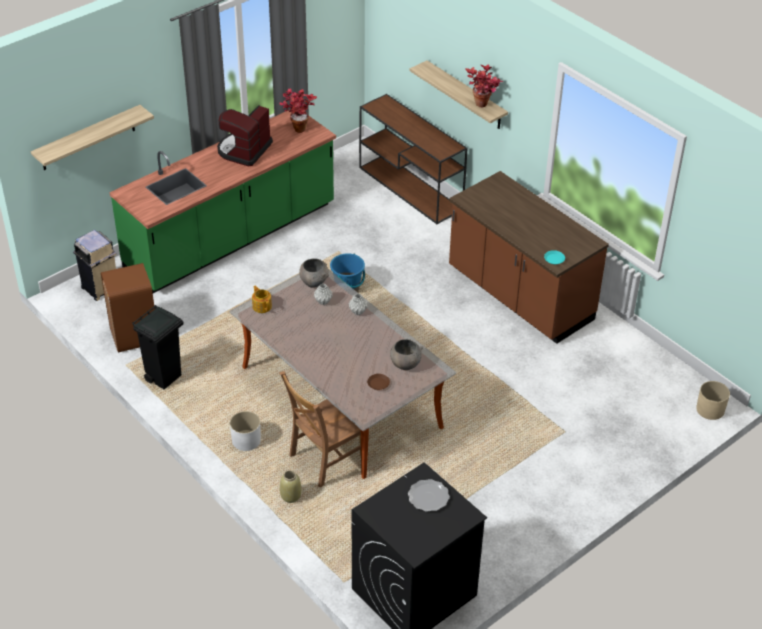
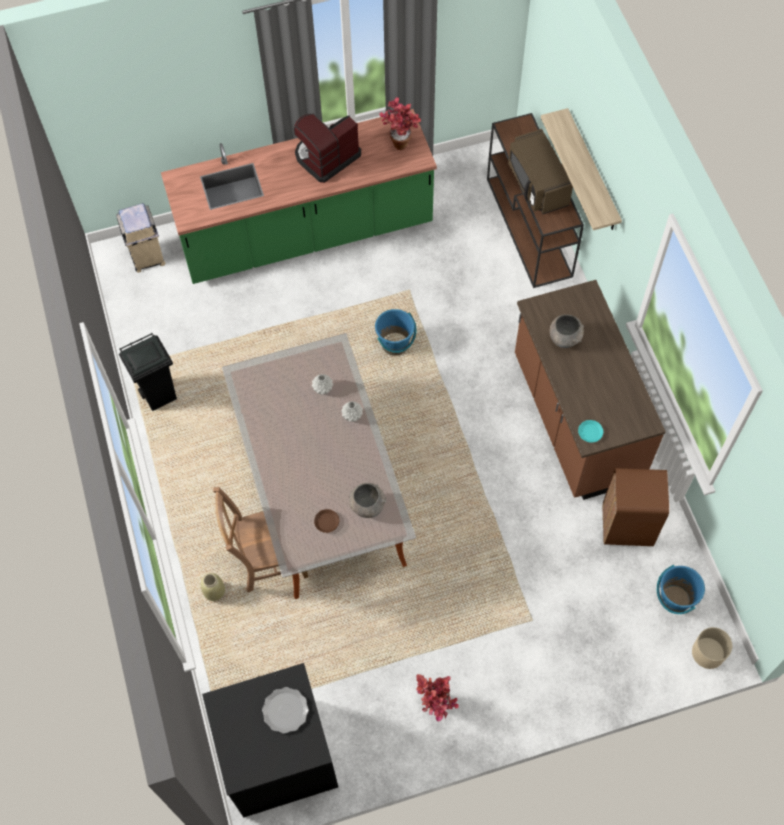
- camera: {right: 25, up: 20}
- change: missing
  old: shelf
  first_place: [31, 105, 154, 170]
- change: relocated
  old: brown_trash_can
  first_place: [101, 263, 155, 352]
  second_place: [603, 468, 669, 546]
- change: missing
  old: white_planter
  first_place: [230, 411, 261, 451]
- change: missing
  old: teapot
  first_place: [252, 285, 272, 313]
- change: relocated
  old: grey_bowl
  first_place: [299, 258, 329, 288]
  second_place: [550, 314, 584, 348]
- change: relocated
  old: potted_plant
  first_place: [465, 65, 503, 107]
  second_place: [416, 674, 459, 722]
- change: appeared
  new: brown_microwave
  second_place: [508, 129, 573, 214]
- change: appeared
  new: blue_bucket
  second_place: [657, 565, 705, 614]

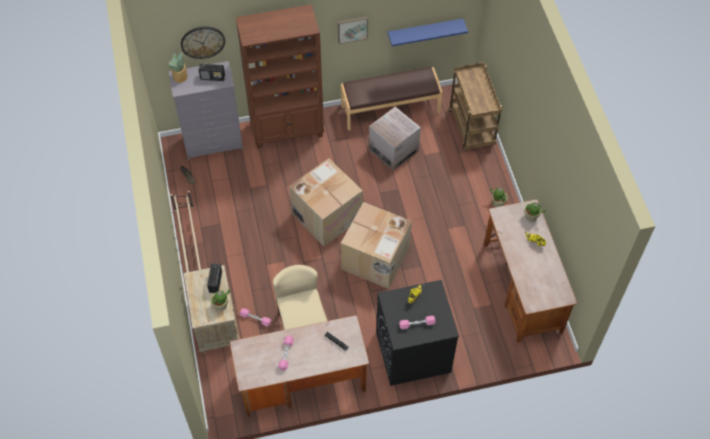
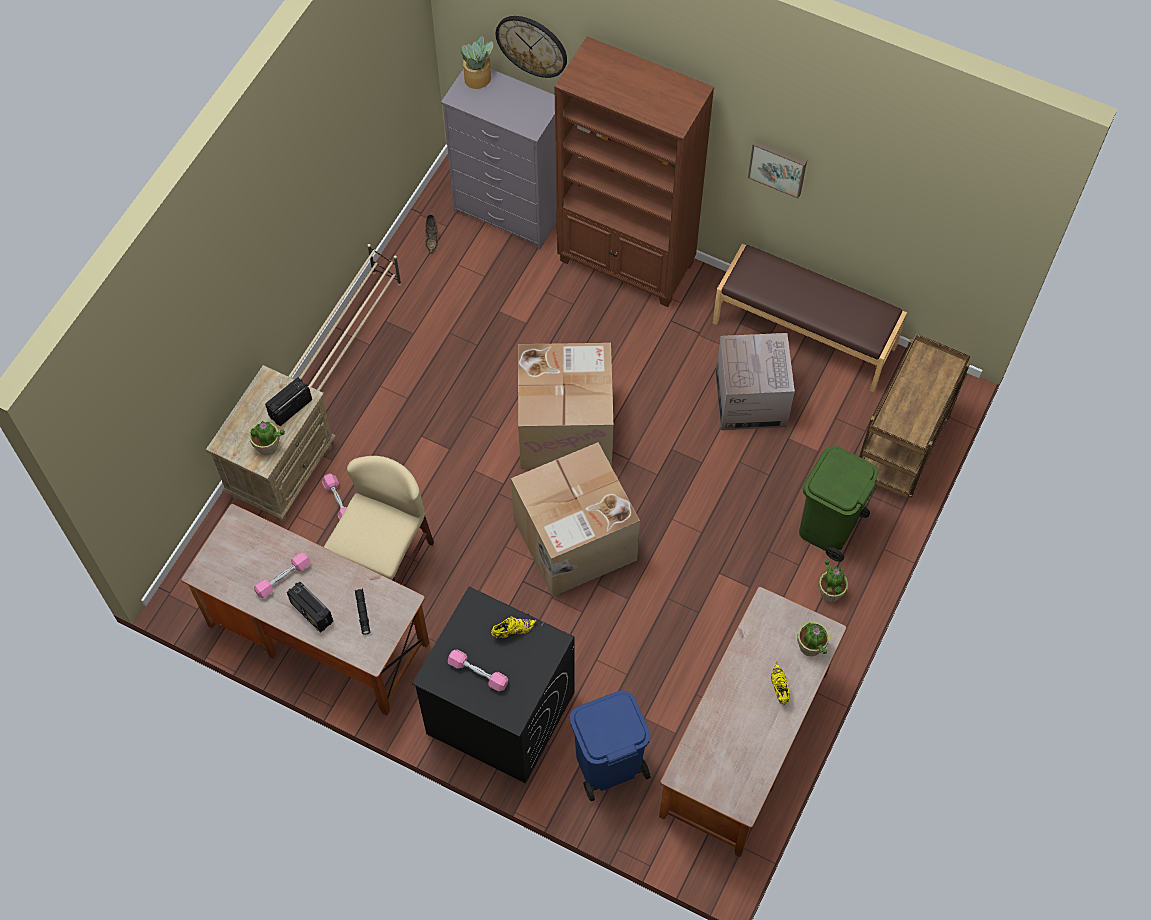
- camera: {right: 40, up: 5}
- change: relocated
  old: radio
  first_place: [199, 63, 225, 81]
  second_place: [287, 582, 333, 633]
- change: missing
  old: blue_shelf
  first_place: [388, 19, 468, 46]
- change: appeared
  new: blue_trash_can
  second_place: [570, 690, 650, 801]
- change: appeared
  new: green_trash_can
  second_place: [799, 446, 878, 562]

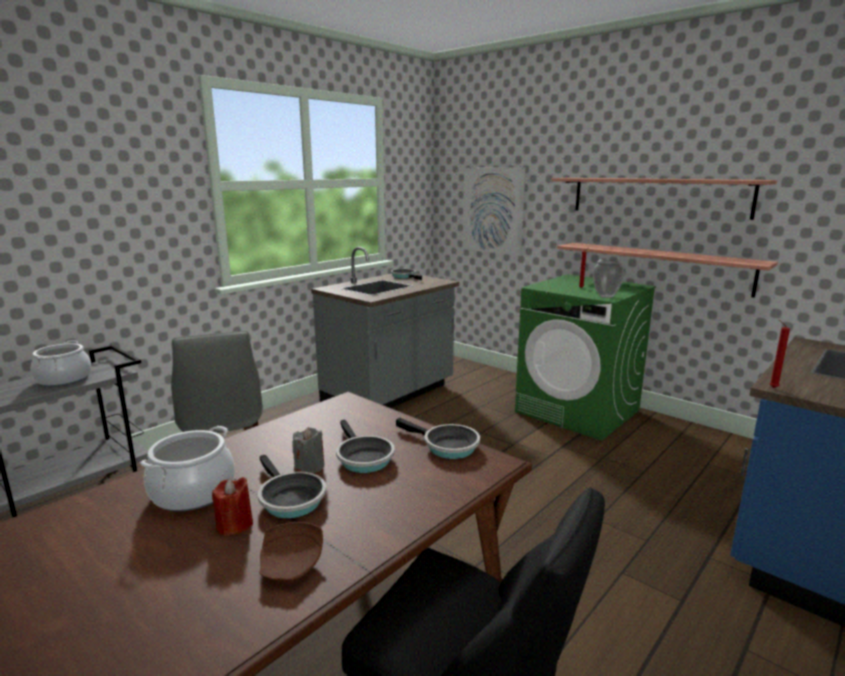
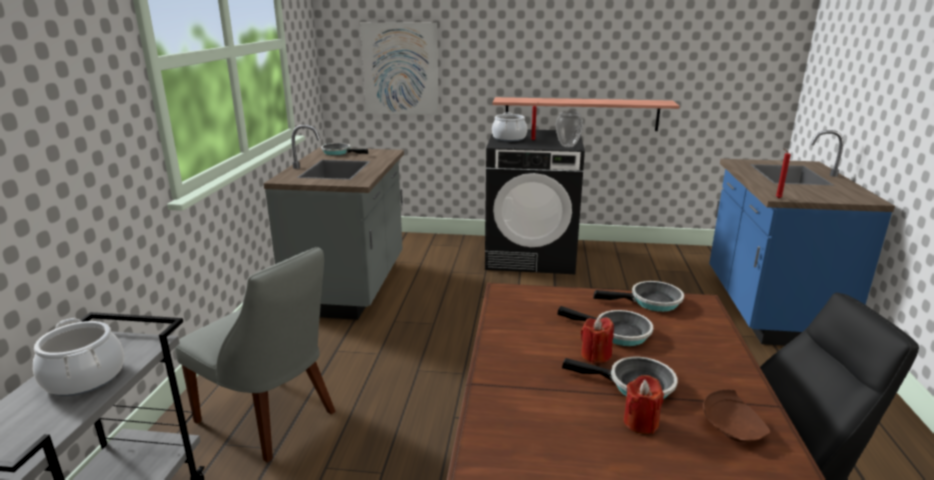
- camera: {right: -35, up: 5}
- change: relocated
  old: cooking_pot
  first_place: [140, 426, 235, 512]
  second_place: [492, 112, 527, 142]
- change: colour
  old: grey_candle
  new: red_candle
  first_place: [292, 427, 324, 473]
  second_place: [581, 317, 614, 363]
- change: colour
  old: green_washing_machine
  new: black_washing_machine
  first_place: [515, 274, 656, 441]
  second_place: [485, 129, 585, 274]
- change: missing
  old: shelf
  first_place: [552, 178, 777, 220]

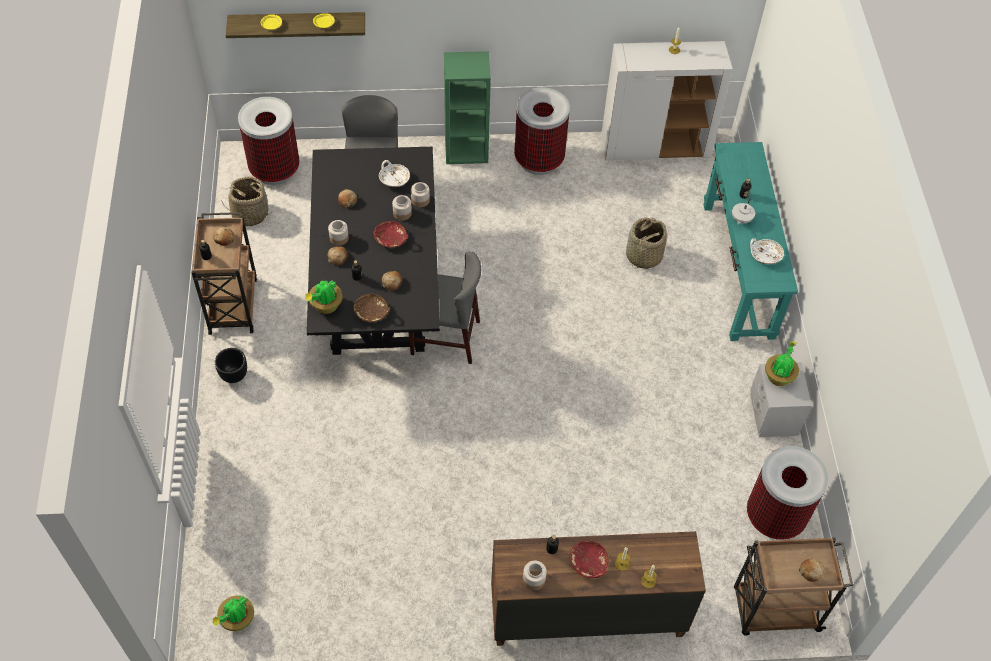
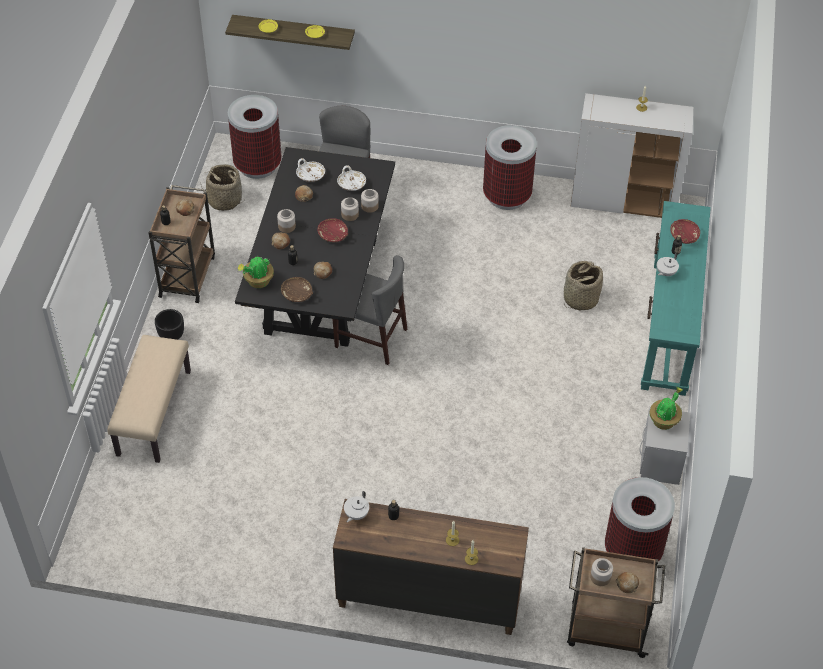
- camera: {right: 15, up: -5}
- change: missing
  old: potted_plant
  first_place: [212, 596, 254, 631]
- change: missing
  old: green_bookcase
  first_place: [444, 51, 491, 164]
- change: relocated
  old: jar
  first_place: [523, 561, 547, 590]
  second_place: [590, 558, 613, 586]
- change: relocated
  old: red_bowl
  first_place: [570, 540, 608, 578]
  second_place: [670, 219, 700, 244]
- change: relocated
  old: white_bowl
  first_place: [750, 238, 784, 264]
  second_place: [296, 158, 325, 182]
- change: appeared
  new: beige_bench
  second_place: [107, 335, 191, 463]
- change: appeared
  new: white_teapot
  second_place: [344, 491, 369, 522]

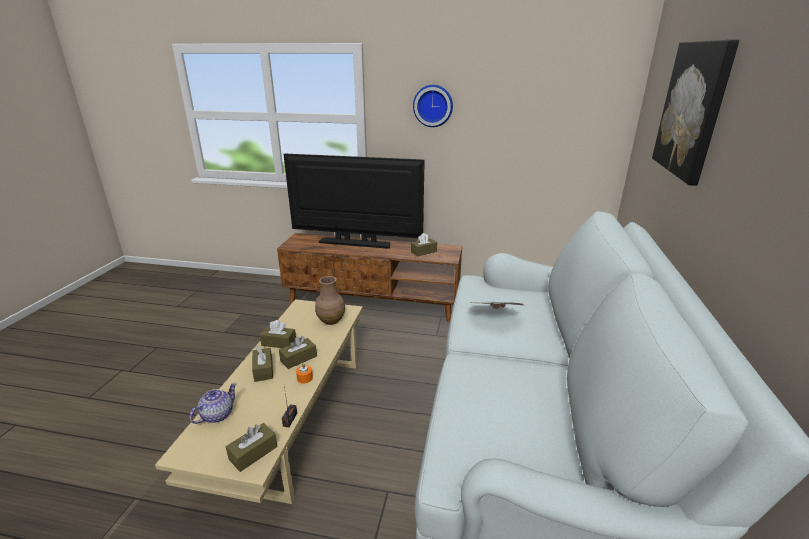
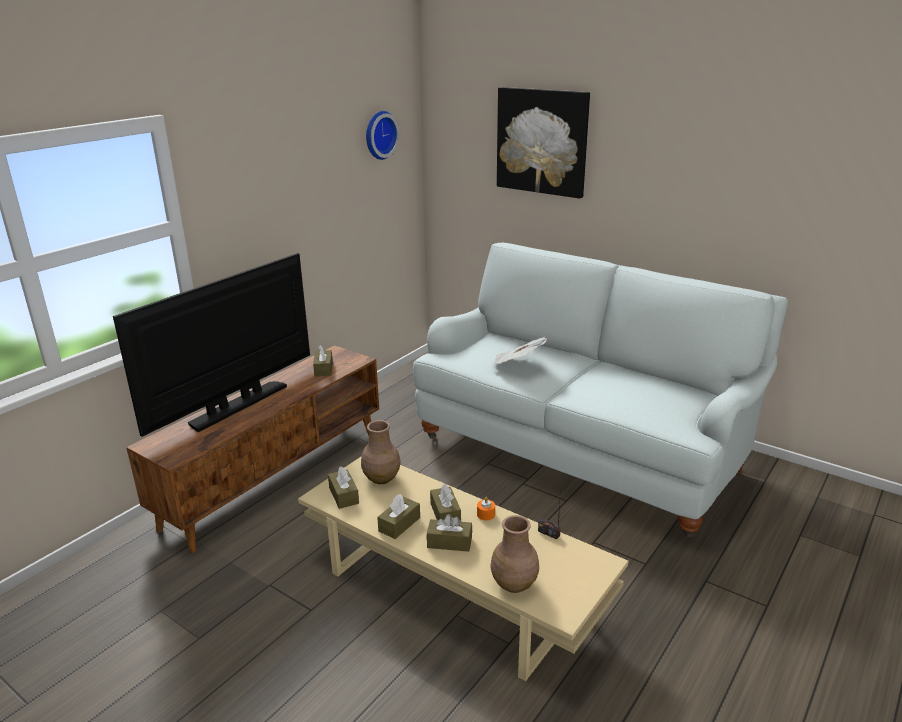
- camera: {right: -65, up: 0}
- change: exchanged
  old: teapot
  new: brown_vase
  first_place: [190, 383, 237, 424]
  second_place: [491, 515, 539, 593]
- change: relocated
  old: brown_tissue_box
  first_place: [226, 423, 278, 472]
  second_place: [328, 466, 359, 509]
- change: relocated
  old: wall_clock
  first_place: [413, 85, 453, 127]
  second_place: [366, 111, 400, 160]

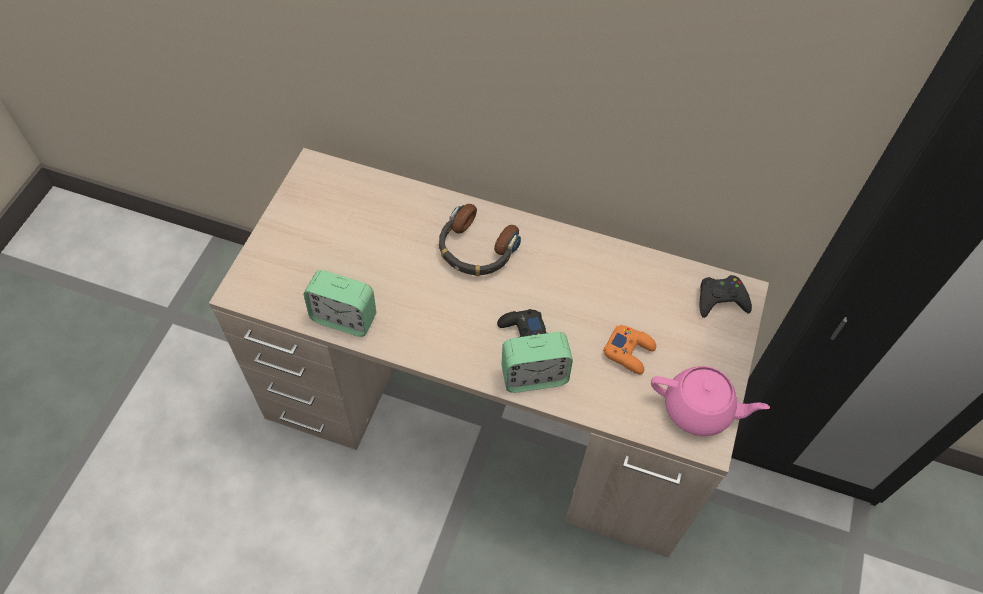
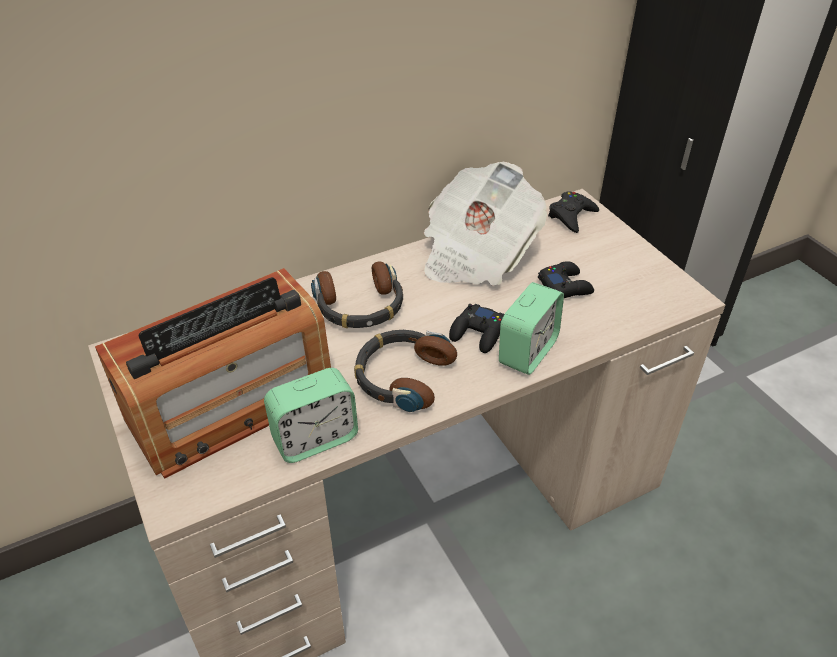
- camera: {right: -45, up: -15}
- change: colour
  old: orange_game_controller
  new: black_game_controller
  first_place: [603, 325, 656, 375]
  second_place: [538, 261, 594, 298]
- change: missing
  old: pink_teapot
  first_place: [651, 366, 770, 436]
- change: appeared
  new: radio
  second_place: [95, 268, 331, 479]
- change: appeared
  new: headphones
  second_place: [354, 330, 457, 412]
- change: appeared
  new: newspaper
  second_place: [424, 162, 547, 286]

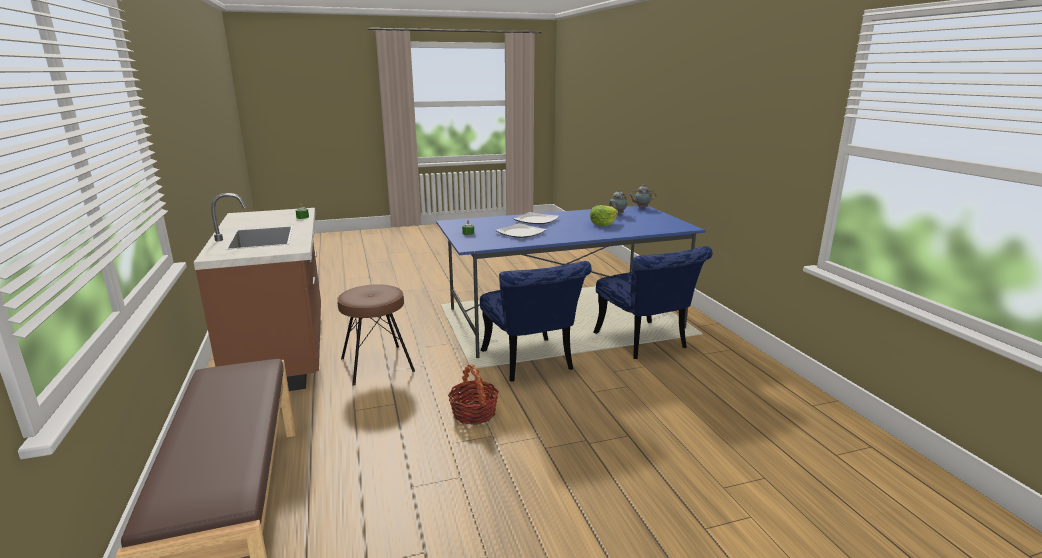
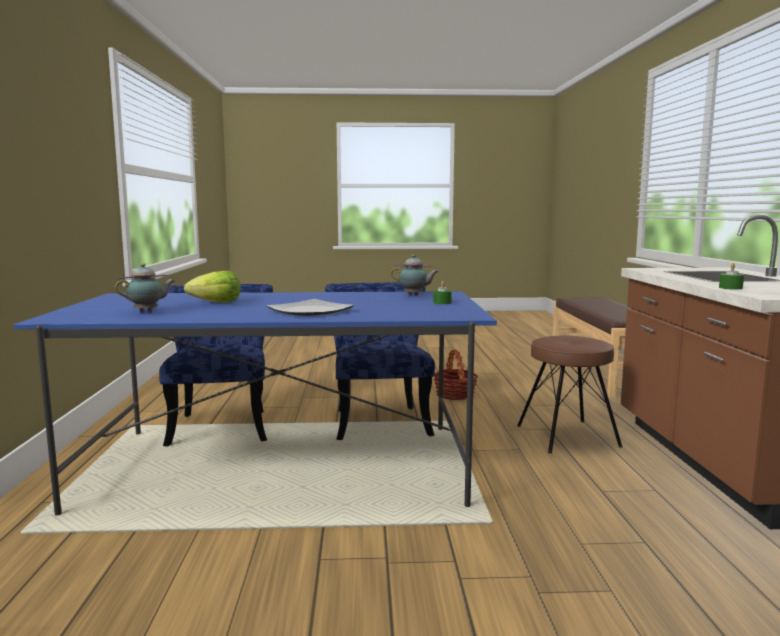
- camera: {right: -165, up: -10}
- change: missing
  old: plate
  first_place: [495, 223, 546, 238]
- change: relocated
  old: teapot
  first_place: [628, 184, 656, 209]
  second_place: [390, 255, 439, 296]

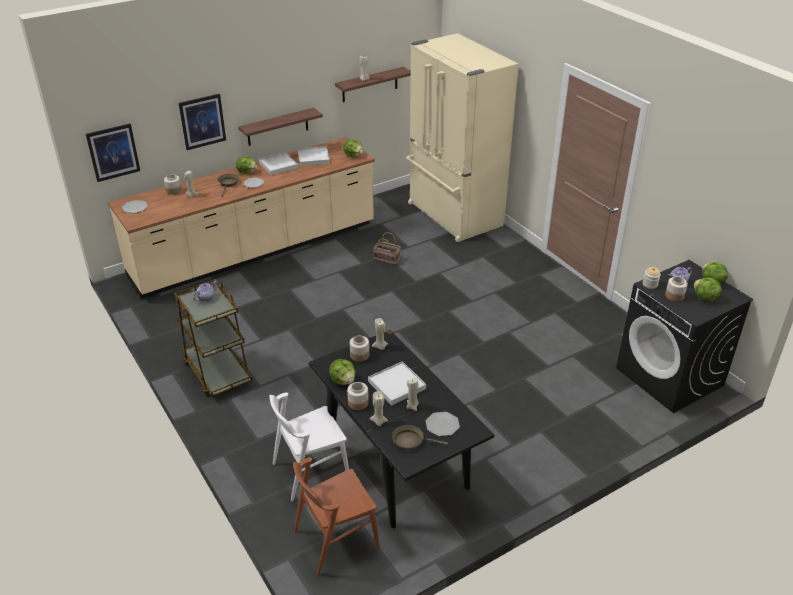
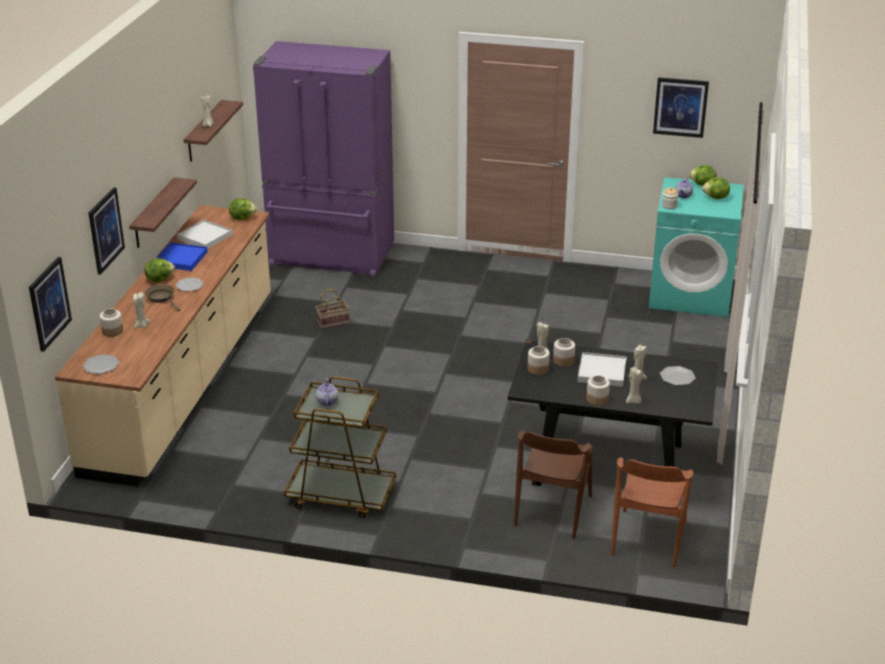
- camera: {right: -45, up: -5}
- change: colour
  old: white_tray
  new: blue_tray
  first_place: [259, 152, 299, 175]
  second_place: [156, 242, 208, 271]
- change: colour
  old: white_chair
  new: brown_chair
  first_place: [269, 393, 349, 501]
  second_place: [514, 430, 593, 539]
- change: missing
  old: lettuce
  first_place: [329, 359, 355, 385]
- change: missing
  old: brown_frying_pan
  first_place: [392, 425, 448, 450]
- change: colour
  old: beige_fridge
  new: purple_fridge
  first_place: [406, 33, 519, 242]
  second_place: [253, 41, 394, 277]
- change: colour
  old: black_washing_machine
  new: turquoise_washing_machine
  first_place: [616, 260, 753, 413]
  second_place: [649, 177, 744, 317]
- change: relocated
  old: jar
  first_place: [665, 276, 688, 301]
  second_place: [553, 338, 575, 367]
- change: appeared
  new: picture
  second_place: [653, 77, 709, 138]

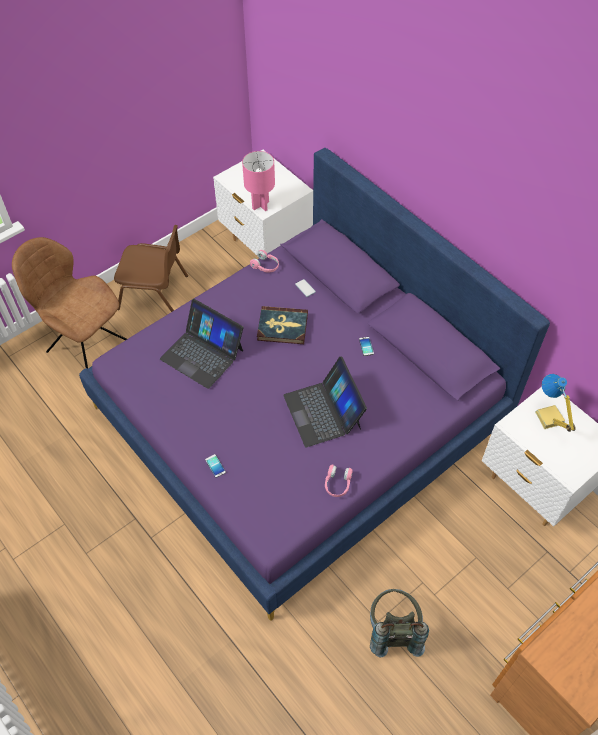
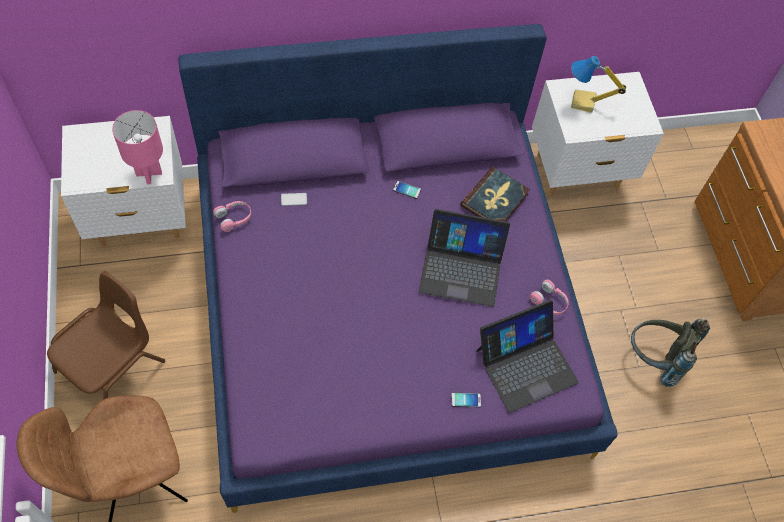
- camera: {right: -65, up: 5}
- change: relocated
  old: laptop
  first_place: [160, 299, 243, 389]
  second_place: [476, 300, 579, 413]
- change: relocated
  old: book
  first_place: [257, 306, 308, 344]
  second_place: [461, 166, 530, 222]

